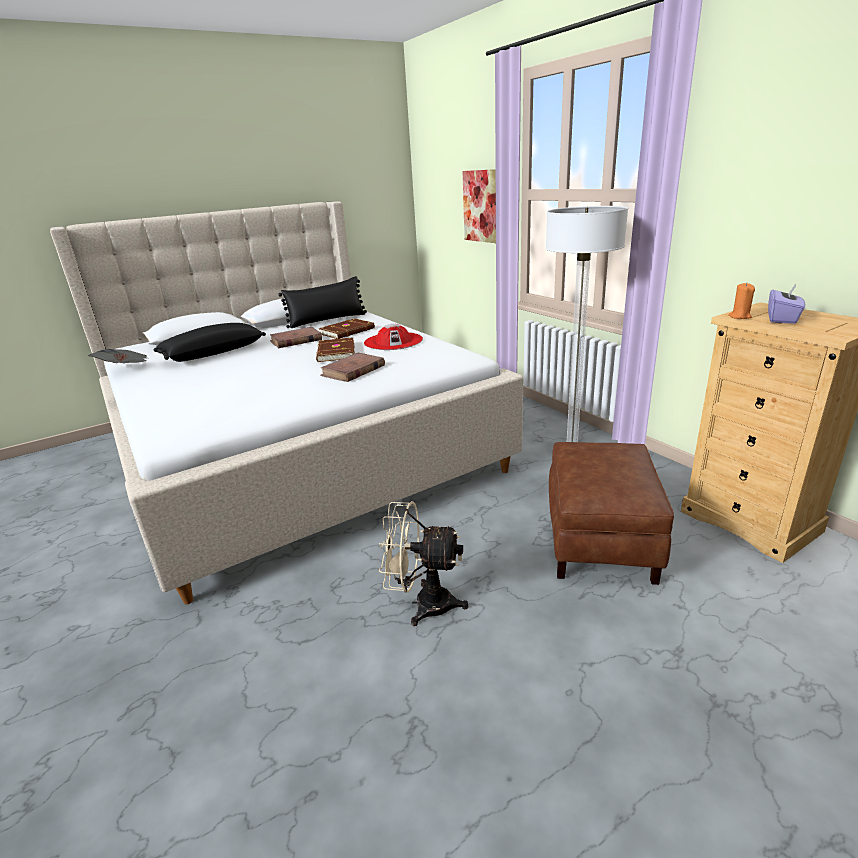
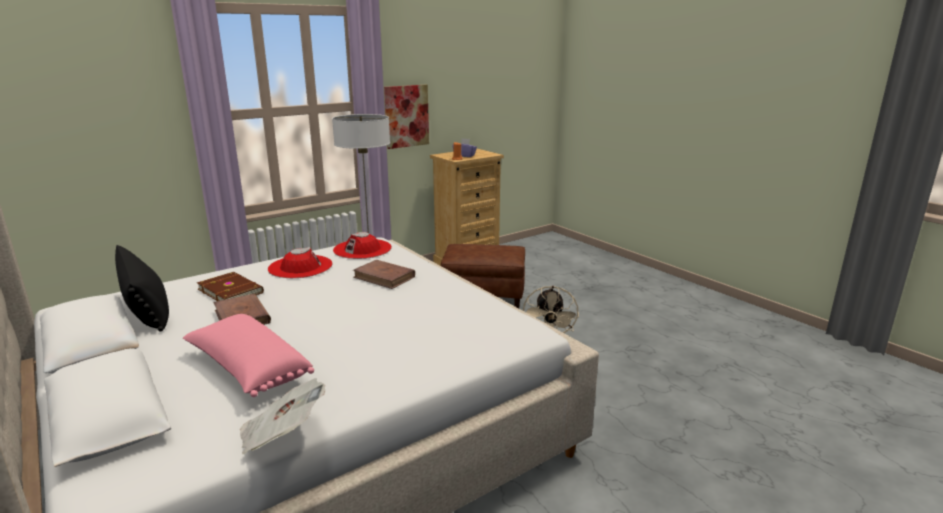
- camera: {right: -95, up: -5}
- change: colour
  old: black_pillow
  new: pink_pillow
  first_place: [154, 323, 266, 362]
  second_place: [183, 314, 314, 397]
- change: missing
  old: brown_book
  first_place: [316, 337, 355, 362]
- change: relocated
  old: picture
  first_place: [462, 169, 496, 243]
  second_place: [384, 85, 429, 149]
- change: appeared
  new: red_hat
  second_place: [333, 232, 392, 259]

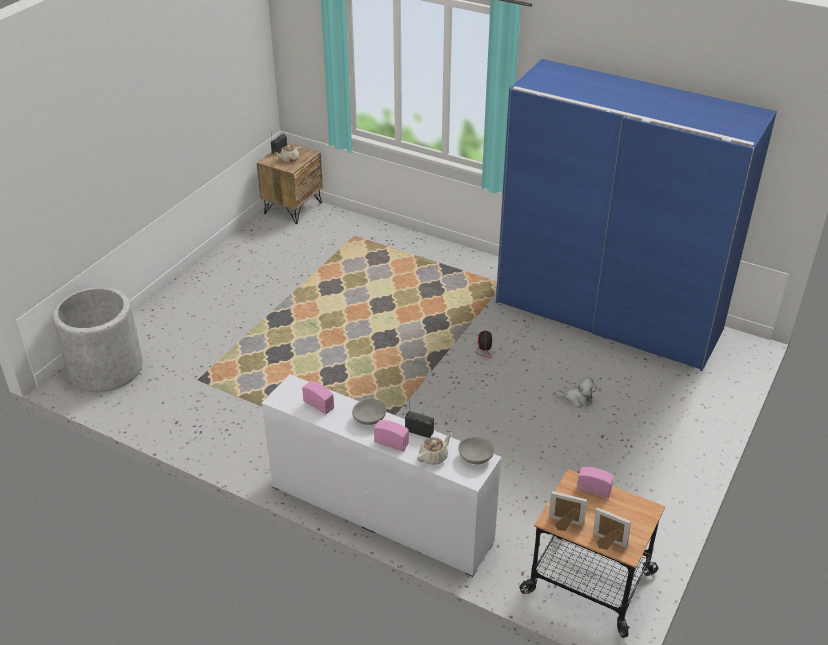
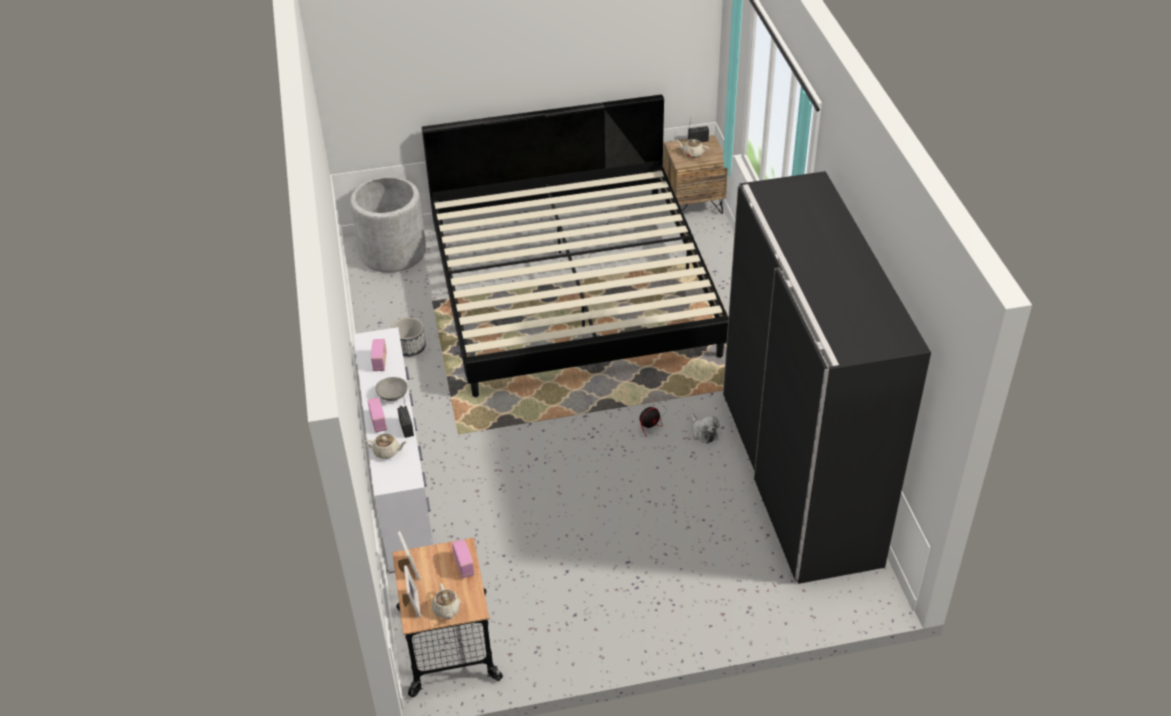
- camera: {right: 50, up: 5}
- change: missing
  old: grey_bowl
  first_place: [458, 437, 494, 464]
- change: colour
  old: blue_wardrobe
  new: black_wardrobe
  first_place: [496, 59, 777, 371]
  second_place: [723, 171, 931, 584]
- change: relocated
  old: plush_toy
  first_place: [555, 377, 597, 408]
  second_place: [691, 413, 719, 444]
- change: appeared
  new: planter
  second_place: [391, 317, 426, 356]
- change: appeared
  new: bed
  second_place: [422, 94, 729, 397]
- change: appeared
  new: beige_teapot
  second_place: [432, 583, 461, 619]

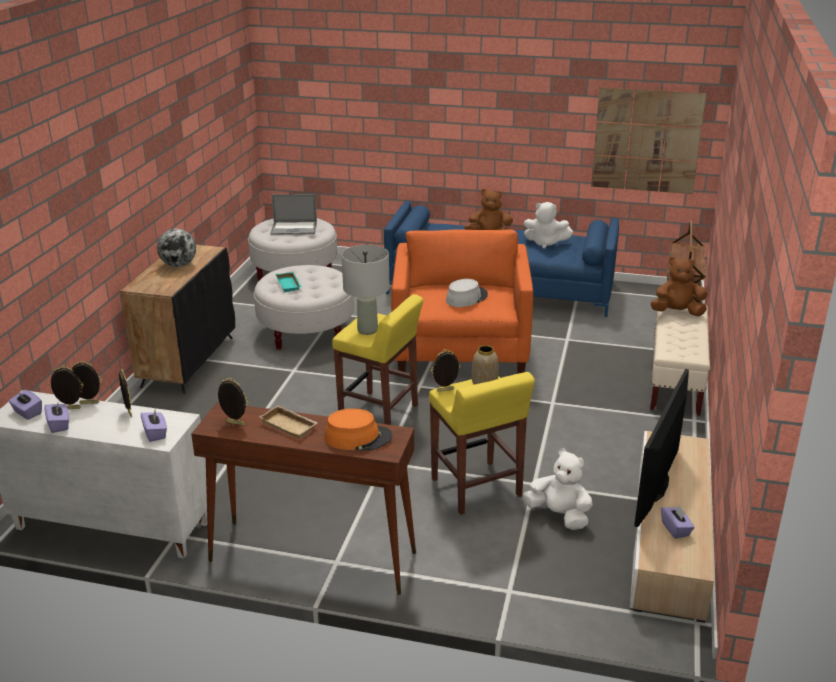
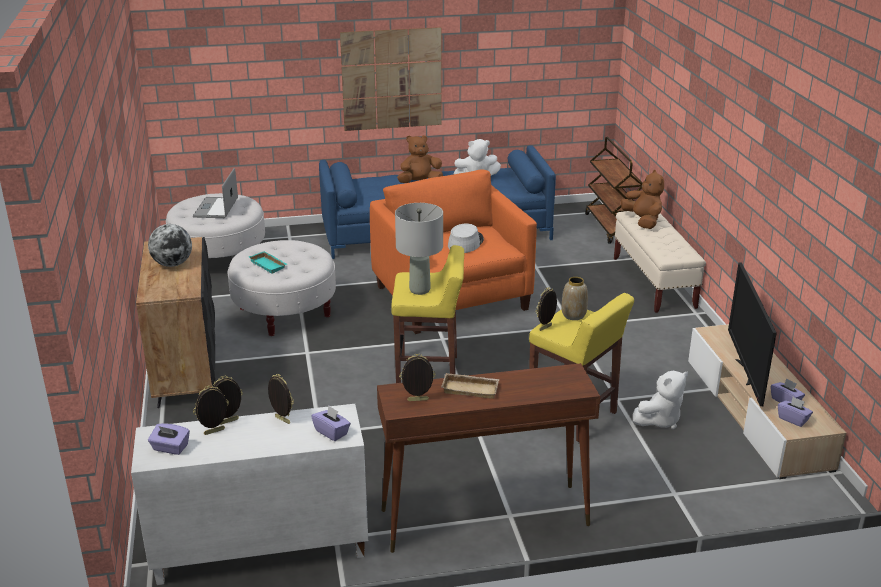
- camera: {right: -25, up: 0}
- change: relocated
  old: purple_tissue_box
  first_place: [44, 403, 69, 433]
  second_place: [778, 397, 813, 427]
- change: spun
  old: laptop
  first_place: [271, 194, 317, 235]
  second_place: [193, 168, 238, 218]
  degrees: 120
- change: missing
  old: orange_hat
  first_place: [324, 408, 393, 451]
- change: spun
  old: white_plush_toy
  first_place: [522, 448, 592, 530]
  second_place: [633, 371, 688, 429]
  degrees: 135
- change: relocated
  old: picture
  first_place: [591, 87, 707, 194]
  second_place: [340, 27, 442, 131]
- change: spun
  old: brown_plush_toy
  first_place: [650, 257, 707, 316]
  second_place: [621, 170, 664, 229]
  degrees: 90

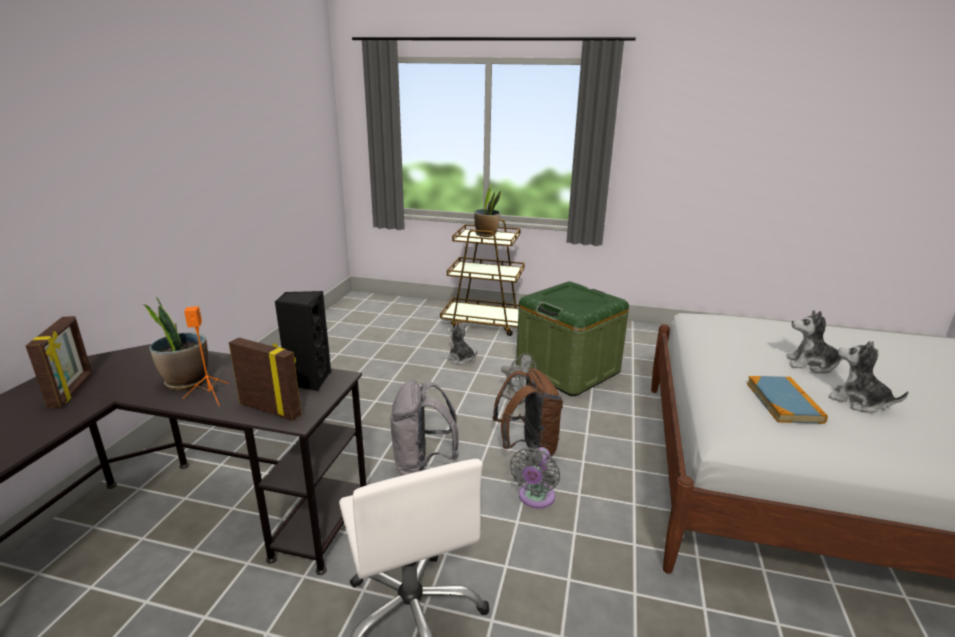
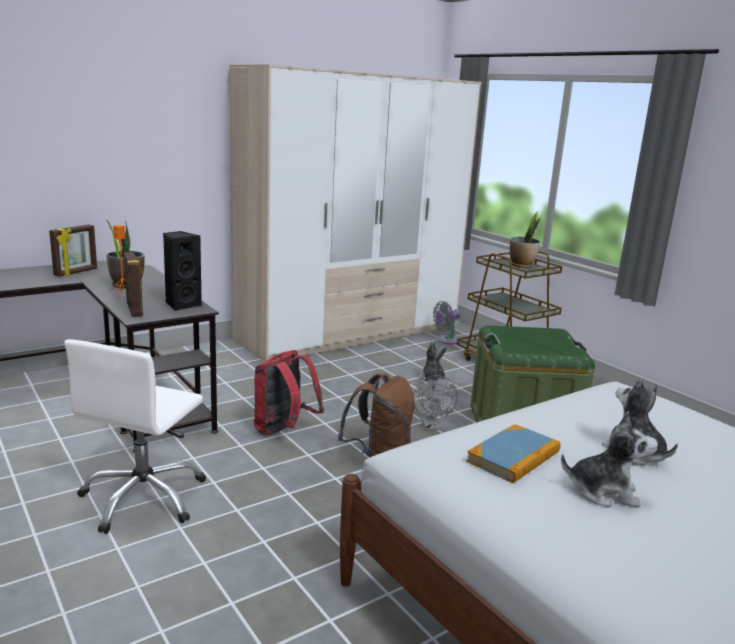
- camera: {right: 40, up: -5}
- change: colour
  old: grey_backpack
  new: red_backpack
  first_place: [390, 380, 459, 475]
  second_place: [254, 350, 324, 436]
- change: relocated
  old: grey_fan
  first_place: [510, 447, 560, 508]
  second_place: [433, 301, 461, 345]
- change: spun
  old: plush_toy
  first_place: [828, 341, 909, 413]
  second_place: [561, 411, 658, 508]
  degrees: 105
- change: appeared
  new: wardrobe
  second_place: [229, 64, 482, 362]

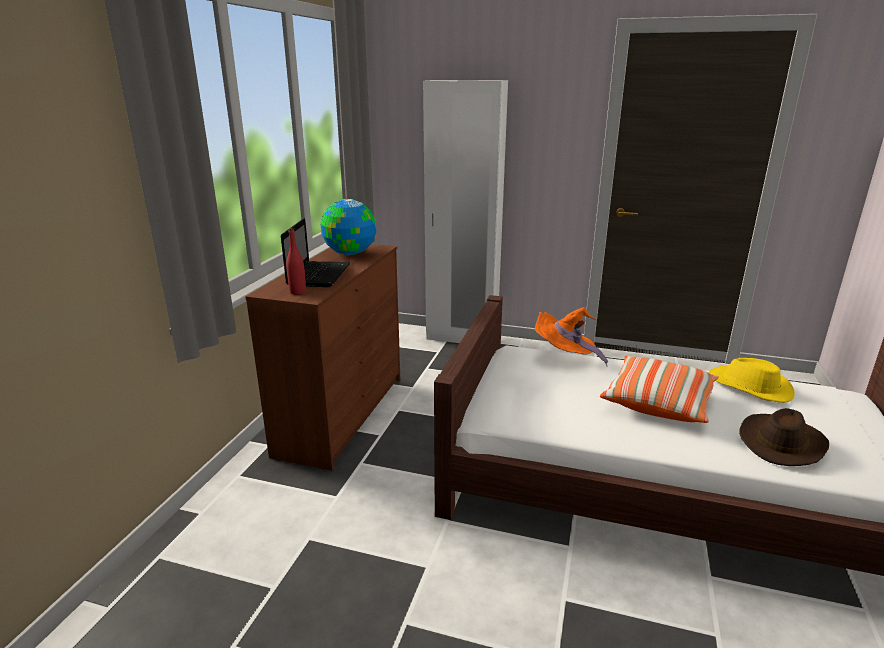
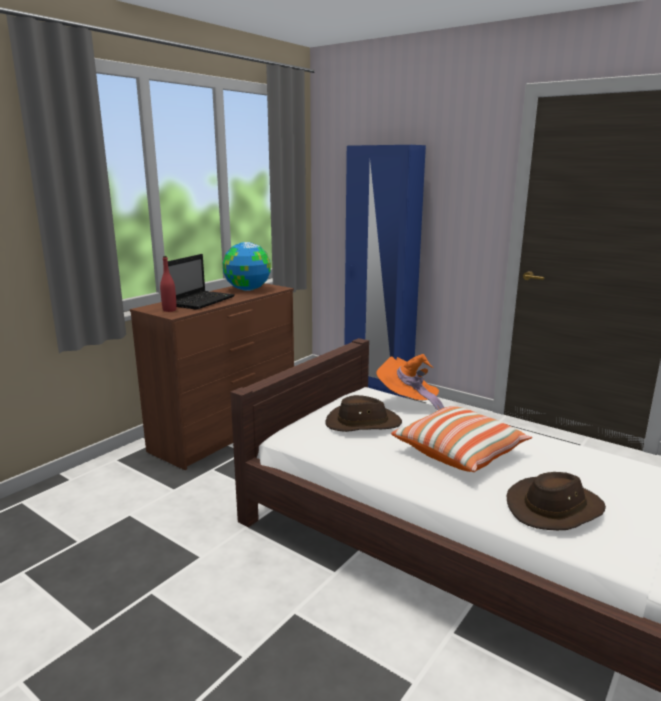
- camera: {right: 20, up: -5}
- change: colour
  old: white_wardrobe
  new: blue_wardrobe
  first_place: [423, 80, 508, 343]
  second_place: [344, 145, 426, 397]
- change: missing
  old: yellow_hat
  first_place: [708, 358, 795, 403]
- change: appeared
  new: brown_hat
  second_place: [325, 395, 402, 432]

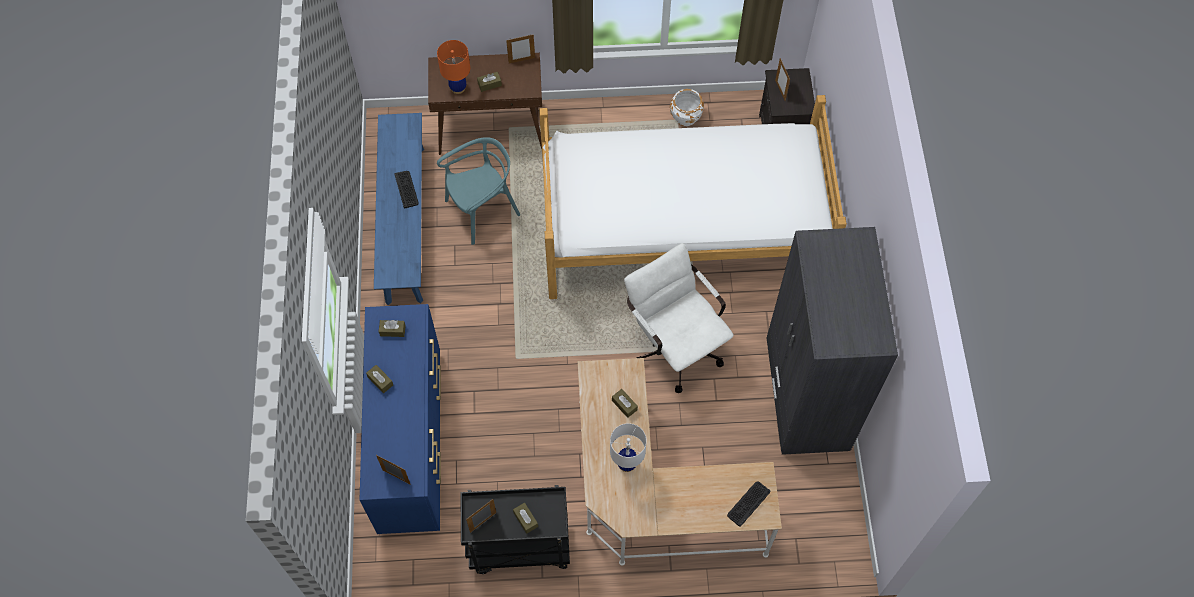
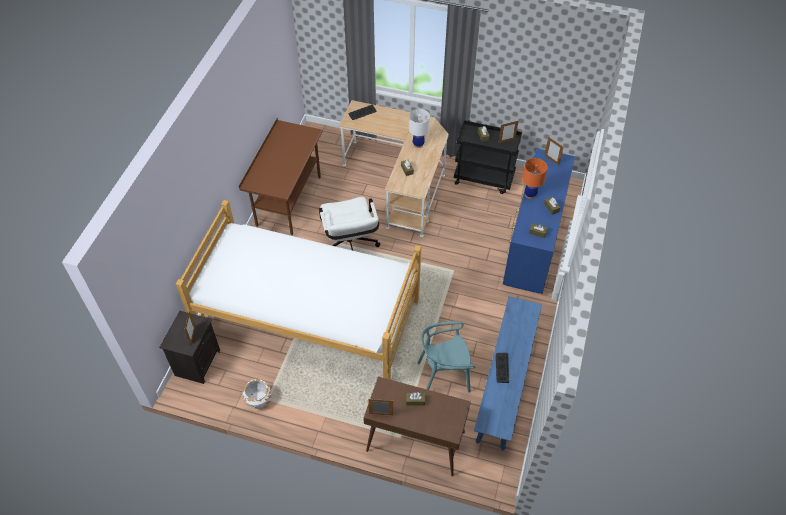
- camera: {right: -160, up: -10}
- change: relocated
  old: orange_table_lamp
  first_place: [437, 40, 470, 94]
  second_place: [522, 158, 548, 199]
- change: exchanged
  old: grey_wardrobe
  new: brown_desk
  first_place: [767, 227, 898, 455]
  second_place: [239, 118, 323, 235]

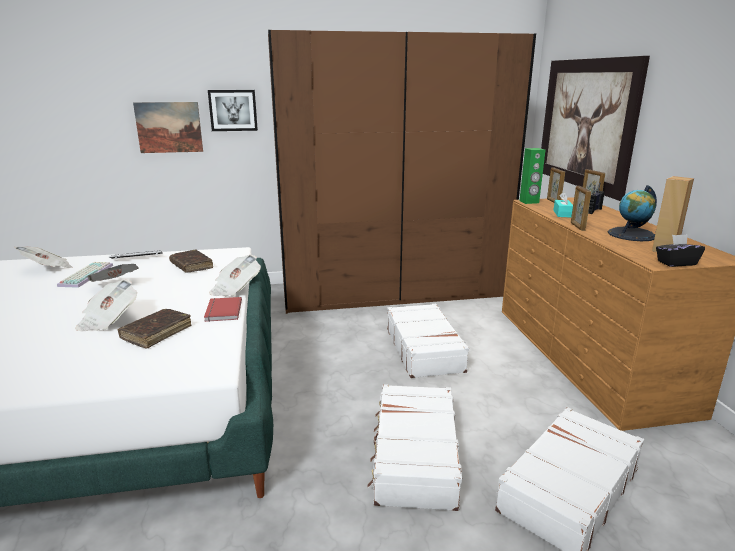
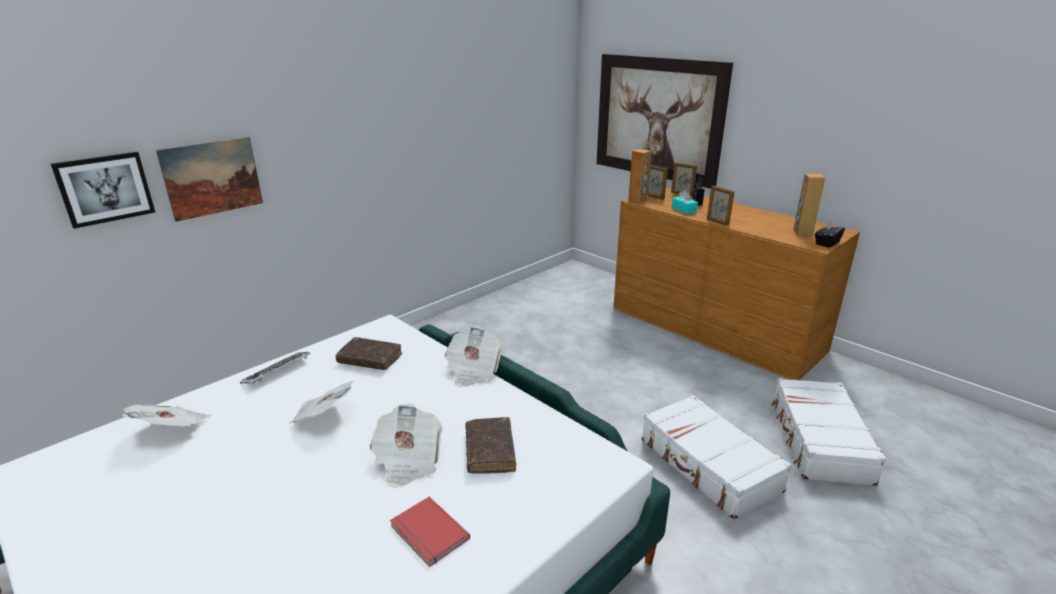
- camera: {right: -35, up: 5}
- change: missing
  old: keyboard
  first_place: [57, 262, 113, 288]
- change: relocated
  old: red_book
  first_place: [204, 297, 242, 322]
  second_place: [390, 497, 470, 567]
- change: relocated
  old: picture
  first_place: [208, 90, 258, 131]
  second_place: [51, 152, 155, 229]
- change: missing
  old: brown_wardrobe
  first_place: [268, 30, 536, 314]
- change: missing
  old: white_suitcase
  first_place: [387, 304, 469, 378]
- change: colour
  old: green_speaker
  new: brown_speaker
  first_place: [519, 148, 545, 204]
  second_place: [628, 149, 651, 204]
- change: missing
  old: globe
  first_place: [608, 185, 657, 241]

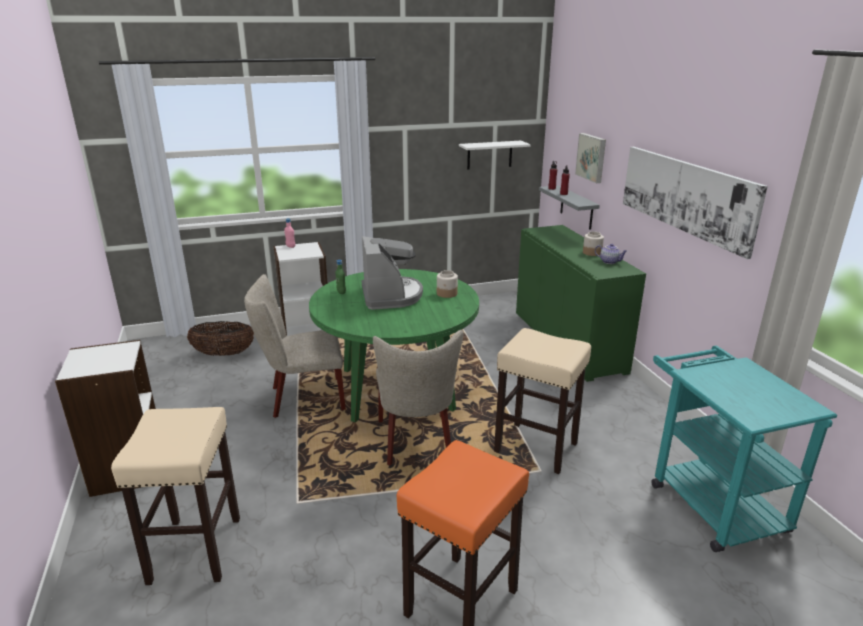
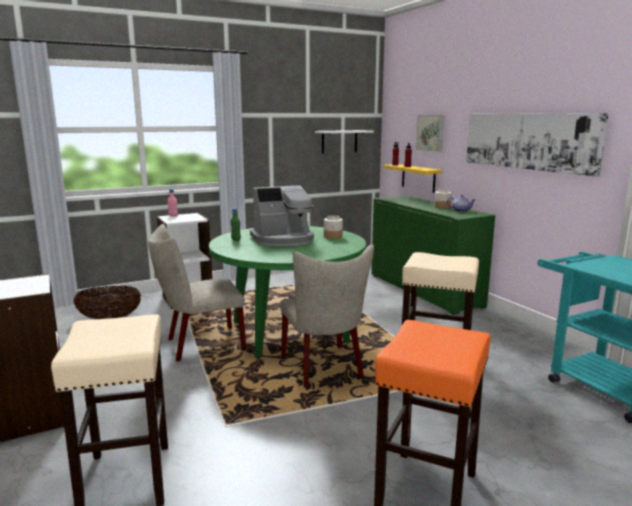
- camera: {right: -10, up: -10}
- change: spun
  old: coffee_machine
  first_place: [362, 236, 423, 310]
  second_place: [250, 185, 314, 246]
  degrees: 90
- change: colour
  old: grey_shelf
  new: yellow_shelf
  first_place: [539, 185, 600, 230]
  second_place: [384, 164, 442, 193]

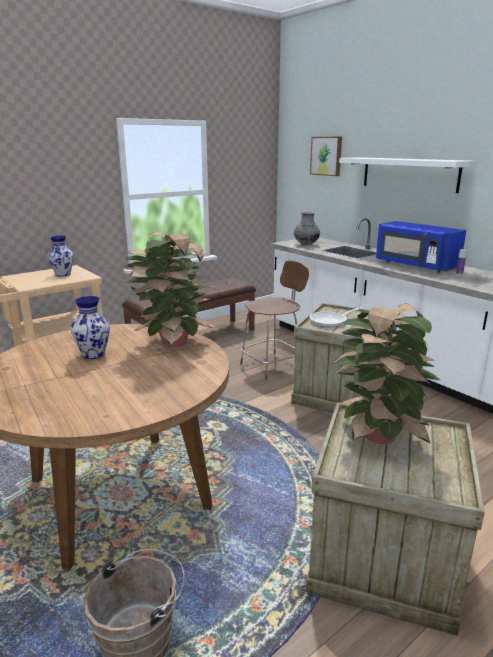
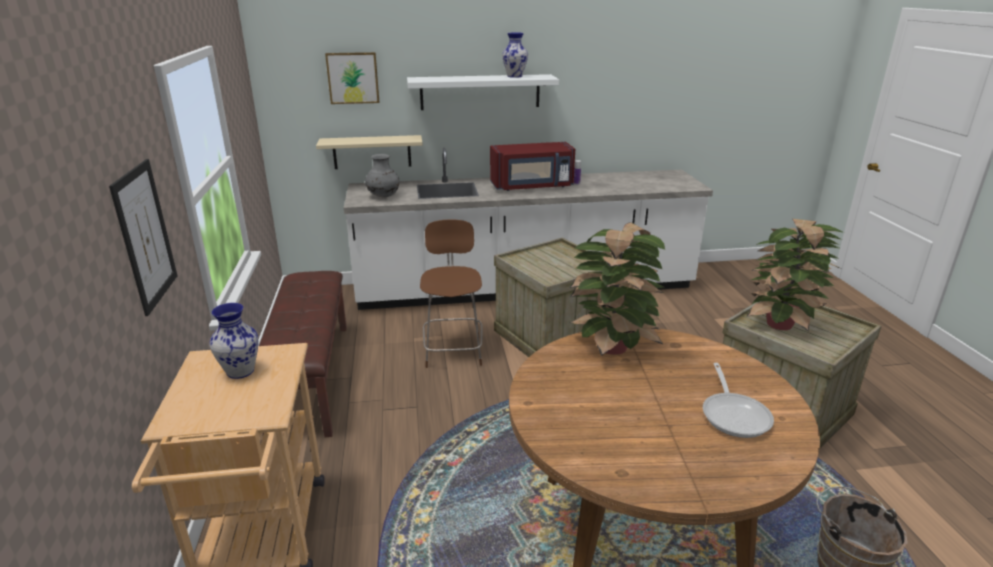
- camera: {right: -60, up: 5}
- change: relocated
  old: vase
  first_place: [71, 296, 110, 359]
  second_place: [502, 32, 528, 78]
- change: relocated
  old: frying_pan
  first_place: [310, 307, 363, 327]
  second_place: [703, 363, 774, 438]
- change: colour
  old: blue_microwave
  new: red_microwave
  first_place: [376, 221, 466, 272]
  second_place: [490, 142, 575, 191]
- change: appeared
  new: picture
  second_place: [109, 159, 177, 316]
- change: appeared
  new: beige_shelf
  second_place: [316, 135, 423, 169]

